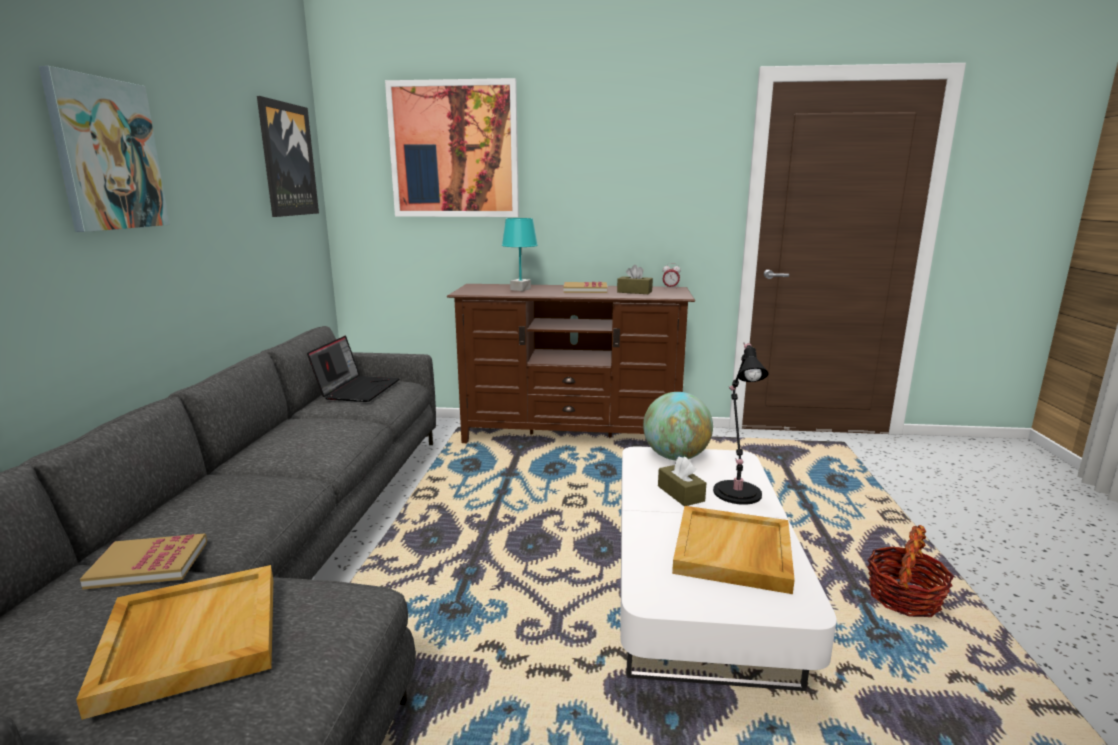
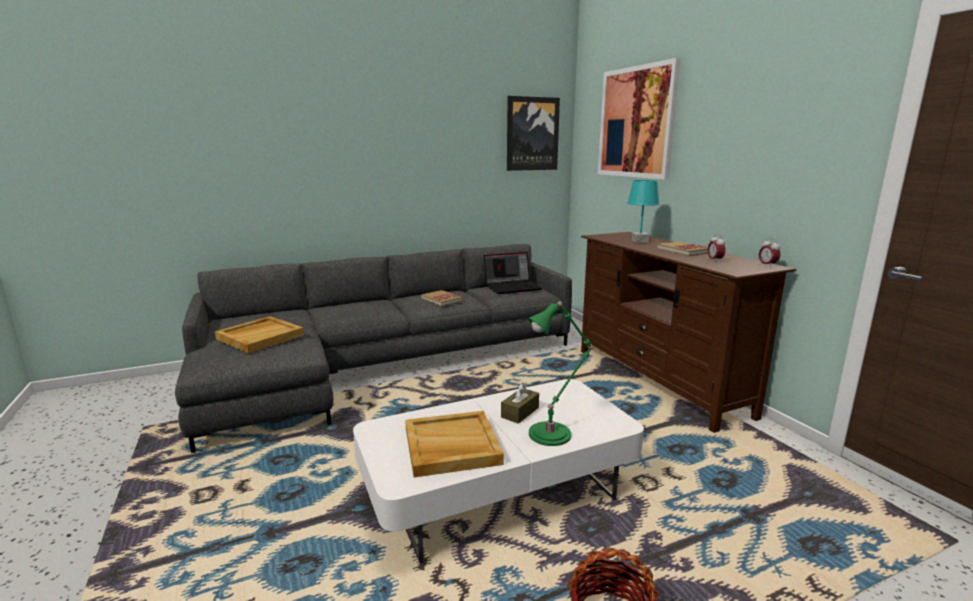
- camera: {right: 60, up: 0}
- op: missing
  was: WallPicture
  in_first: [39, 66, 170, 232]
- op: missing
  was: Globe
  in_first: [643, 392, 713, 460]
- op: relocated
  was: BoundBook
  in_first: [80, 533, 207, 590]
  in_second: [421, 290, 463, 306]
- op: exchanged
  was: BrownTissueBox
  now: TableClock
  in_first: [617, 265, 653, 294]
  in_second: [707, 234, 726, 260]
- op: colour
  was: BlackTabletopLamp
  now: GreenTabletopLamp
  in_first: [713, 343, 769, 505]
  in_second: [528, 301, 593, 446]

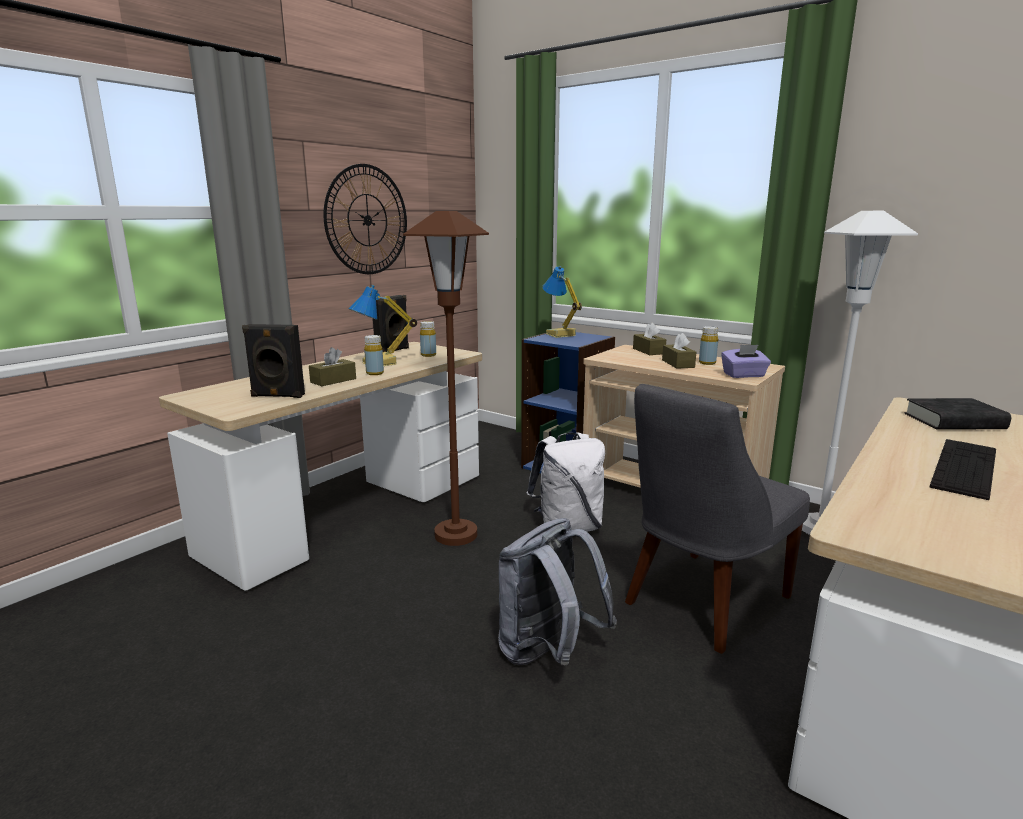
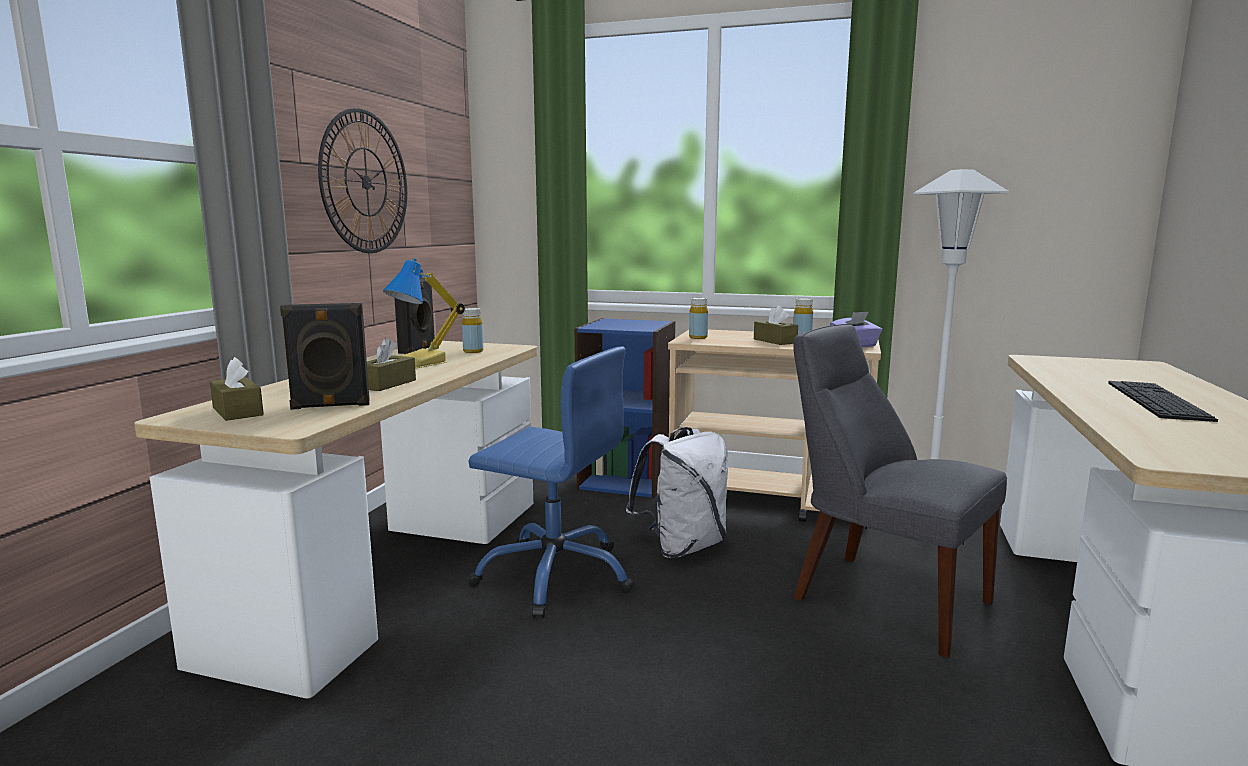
- camera: {right: -20, up: -5}
- op: missing
  was: GreyishRucksack
  in_first: [498, 518, 617, 665]
- op: missing
  was: TabletopLamp
  in_first: [542, 266, 582, 338]
- op: missing
  was: BlackBoundBook
  in_first: [904, 398, 1011, 430]
- op: relocated
  was: YellowColouredDrinkBottle
  in_first: [364, 335, 384, 375]
  in_second: [689, 297, 708, 339]
- op: relocated
  was: BrownTissueBox
  in_first: [633, 323, 666, 355]
  in_second: [210, 357, 264, 421]
- op: exchanged
  was: BrownStandardLamp
  now: BluishDeskChair
  in_first: [403, 211, 489, 546]
  in_second: [468, 346, 634, 618]
- op: spun
  was: GreyishPlainChair
  in_first: [625, 384, 810, 654]
  in_second: [793, 324, 1007, 658]
  clockwise: 105

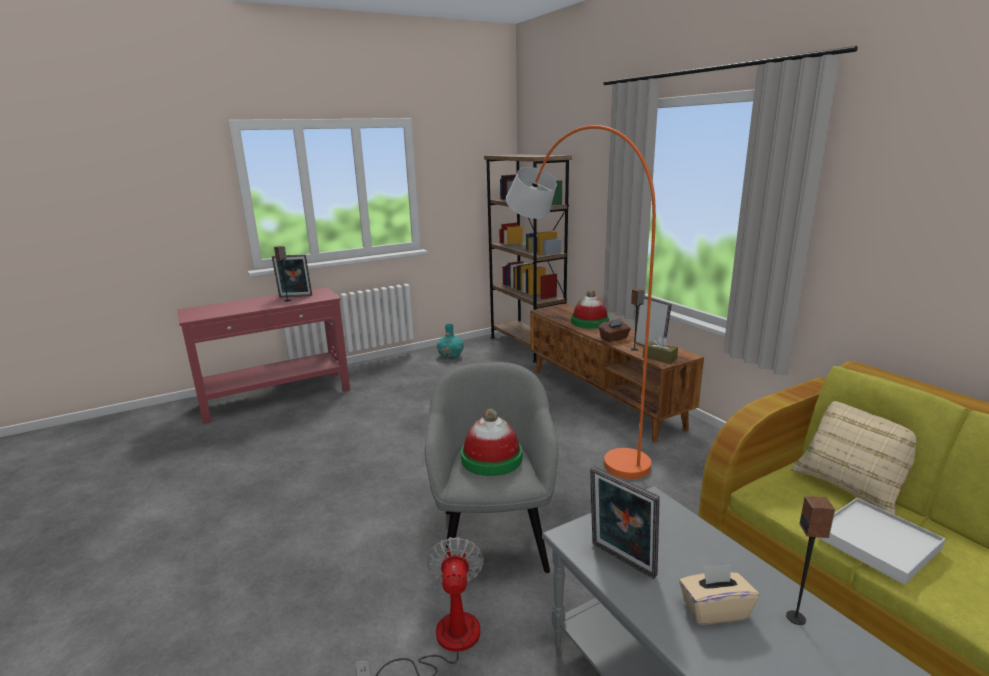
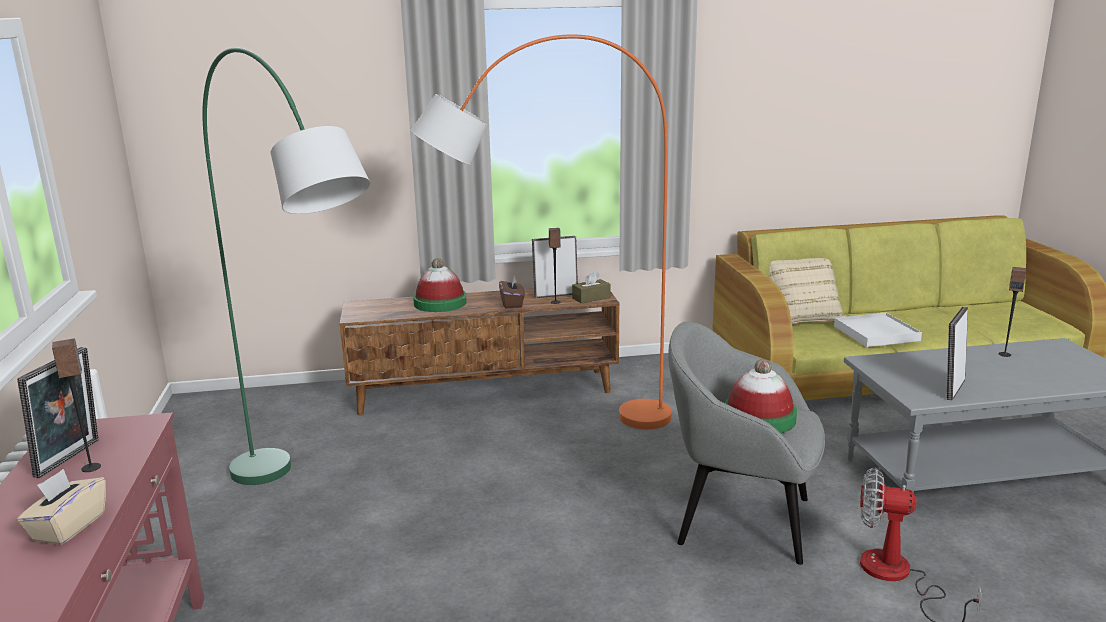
- camera: {right: -70, up: 0}
- op: missing
  was: BlueGreenDecorativeVase
  in_first: [437, 324, 464, 359]
- op: missing
  was: BrownBookcase
  in_first: [484, 154, 572, 363]
- op: appeared
  now: GreenStandardLamp
  in_second: [202, 48, 370, 485]
- op: relocated
  was: SandColouredTissueBox
  in_first: [679, 564, 759, 625]
  in_second: [17, 469, 106, 545]
- op: spun
  was: PhotoFrame
  in_first: [590, 466, 660, 579]
  in_second: [946, 307, 968, 400]
  clockwise: 150

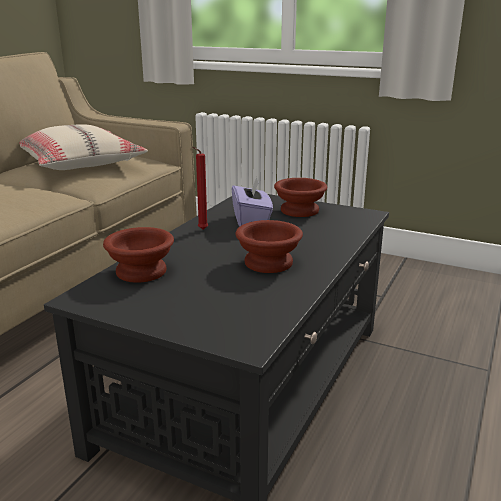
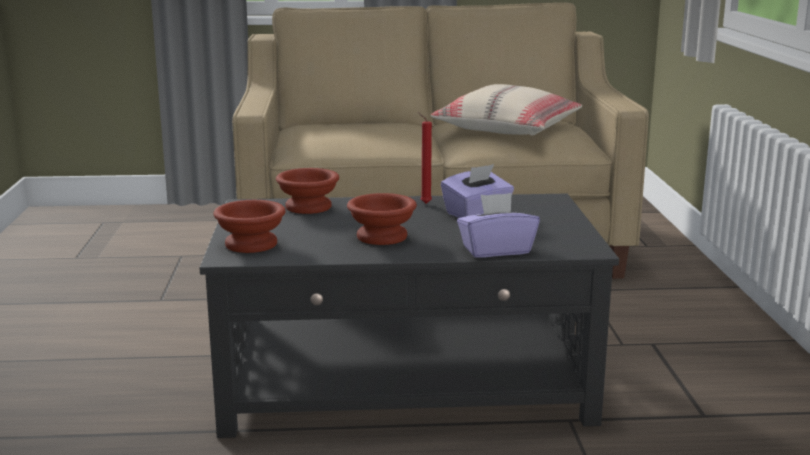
- camera: {right: 60, up: -5}
- op: appeared
  now: PurpleColouredTissueBox
  in_second: [457, 193, 540, 258]
- op: relocated
  was: BrownBowl
  in_first: [274, 178, 327, 217]
  in_second: [213, 200, 286, 253]

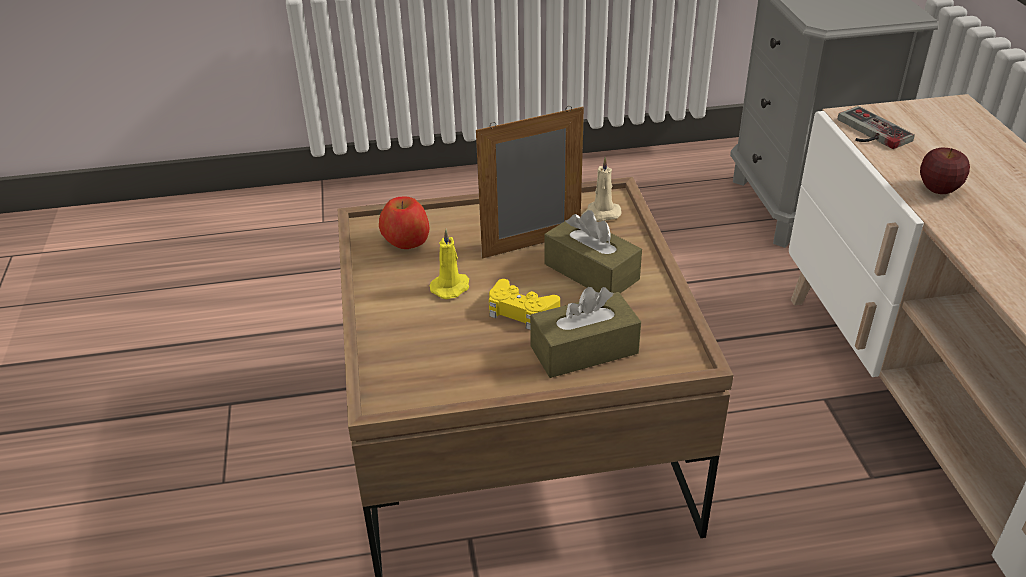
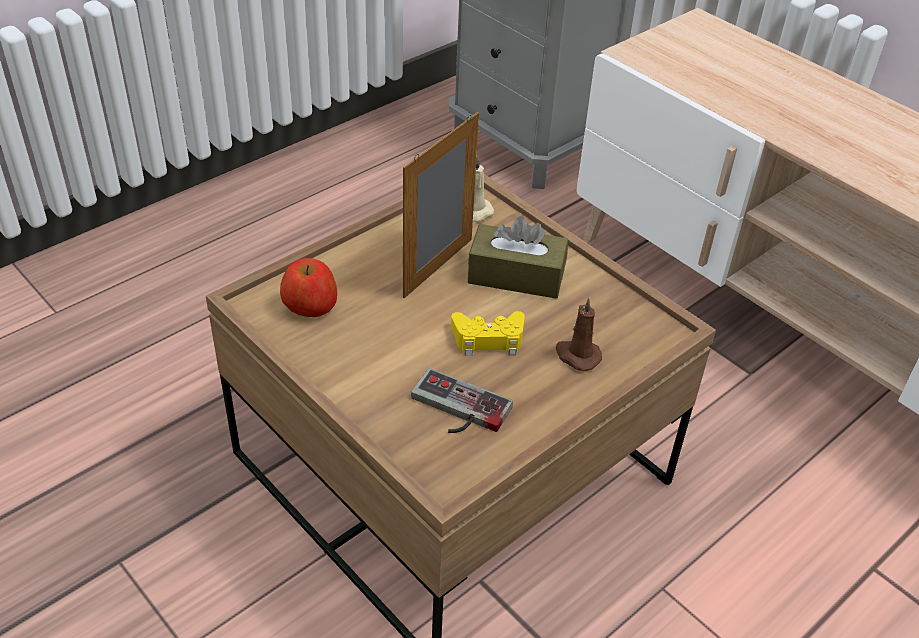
- camera: {right: -35, up: 5}
- op: missing
  was: YellowColouredCandle
  in_first: [429, 229, 470, 299]
- op: missing
  was: AppleFruit
  in_first: [920, 147, 970, 194]
- op: relocated
  was: GameController
  in_first: [838, 106, 915, 149]
  in_second: [411, 368, 513, 433]
- op: exchanged
  was: BrownTissueBox
  now: BrownCandle
  in_first: [530, 287, 641, 378]
  in_second: [556, 297, 602, 371]

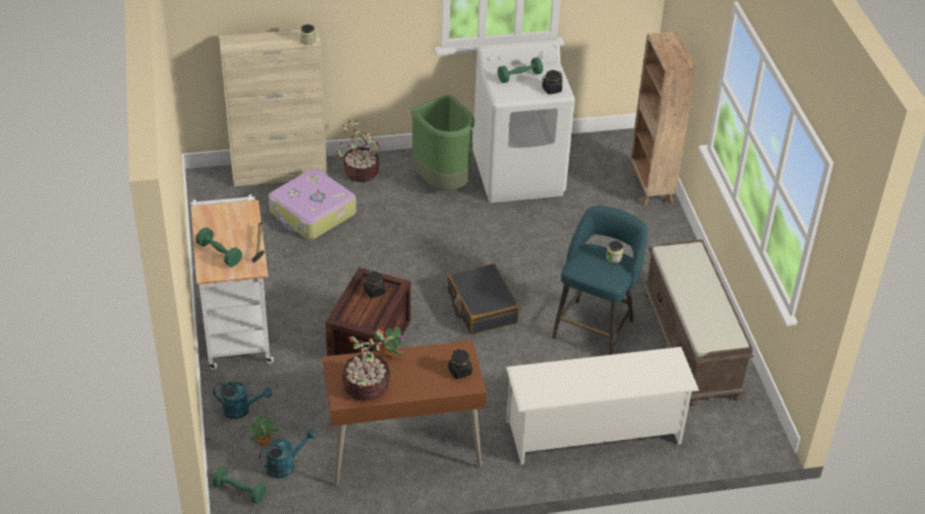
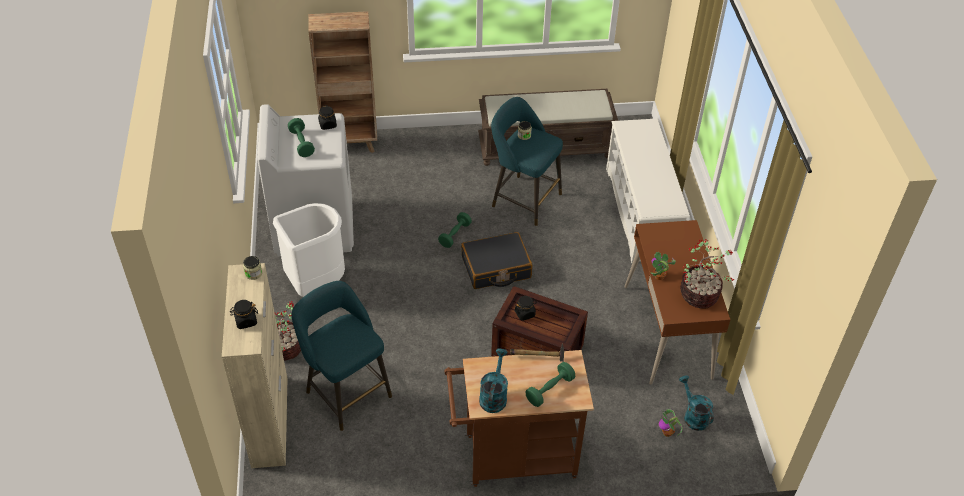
- camera: {right: -85, up: 5}
- op: relocated
  was: GreenDumbbell
  in_first: [212, 467, 266, 504]
  in_second: [438, 212, 472, 248]
- op: relocated
  was: BlueGreenWateringPot
  in_first: [213, 381, 272, 419]
  in_second: [479, 348, 508, 413]
- op: relocated
  was: BlackStorageJar
  in_first: [448, 350, 472, 379]
  in_second: [230, 300, 258, 329]
- op: exchanged
  was: Suitcase
  now: BlueGreenStoolSeat
  in_first: [269, 169, 356, 240]
  in_second: [292, 281, 392, 431]
- op: colour
  was: WhitishCart
  now: BrownCart
  in_first: [190, 194, 274, 370]
  in_second: [445, 350, 594, 487]
- op: colour
  was: GreenRubbishBin
  now: WhitishRubbishBin
  in_first: [411, 95, 475, 191]
  in_second: [273, 203, 345, 297]

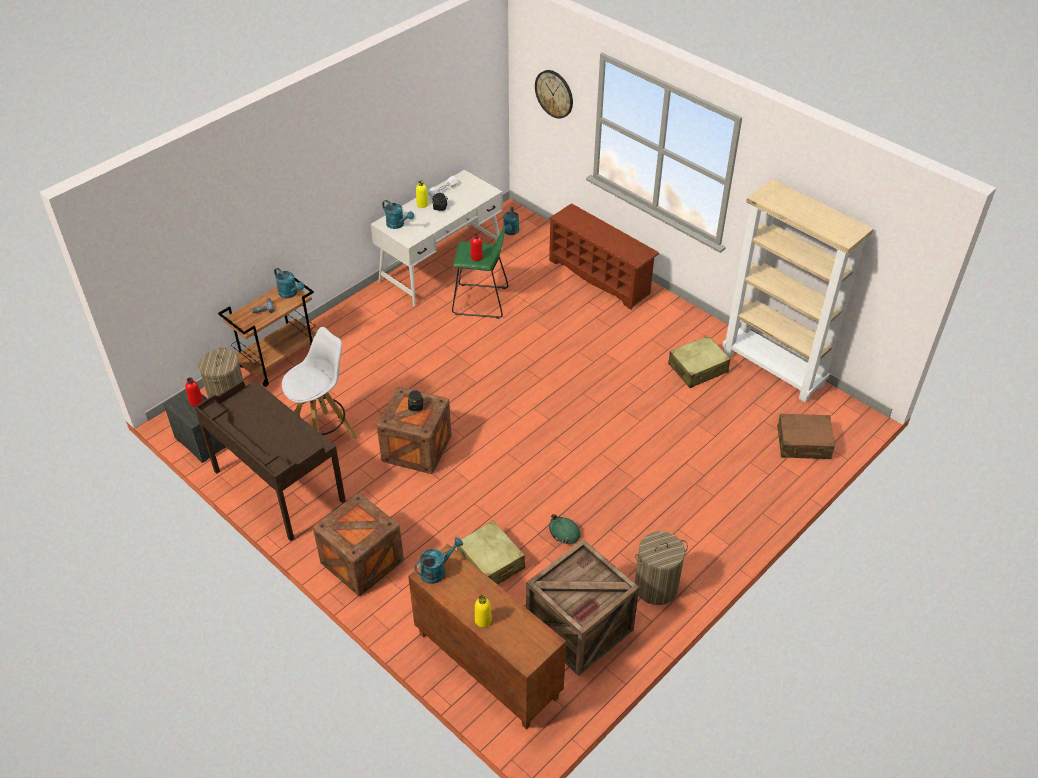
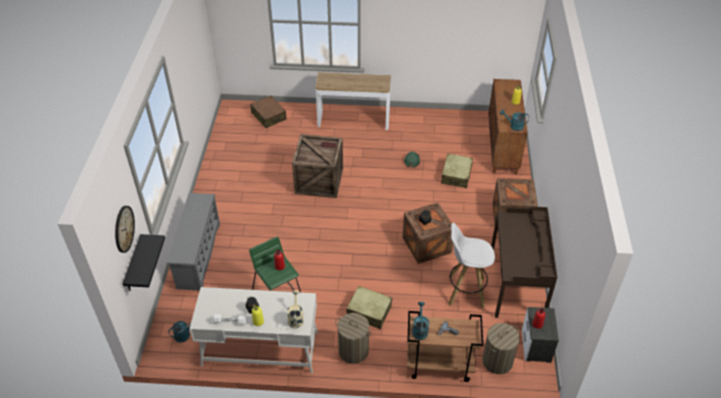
- camera: {right: -130, up: 0}
- op: missing
  was: SandColouredBookcase
  in_first: [722, 179, 873, 403]
- op: appeared
  now: BlackWallShelf
  in_second: [122, 234, 165, 291]
- op: appeared
  now: ConsoleTable
  in_second: [315, 72, 391, 130]
- op: relocated
  was: PackingCrate
  in_first: [526, 539, 639, 676]
  in_second: [292, 134, 343, 198]
- op: relocated
  was: WashingBasket
  in_first: [635, 531, 688, 605]
  in_second: [335, 313, 371, 364]
- op: relocated
  was: SandColouredSuitcase
  in_first: [668, 335, 730, 388]
  in_second: [346, 286, 392, 329]
- op: colour
  was: BlueGreenWateringPot
  now: SandColouredWateringPot
  in_first: [382, 200, 414, 229]
  in_second: [287, 290, 304, 328]
- op: colour
  was: BrownShoeStand
  now: GreyishShoeStand
  in_first: [548, 203, 659, 310]
  in_second: [167, 193, 220, 291]

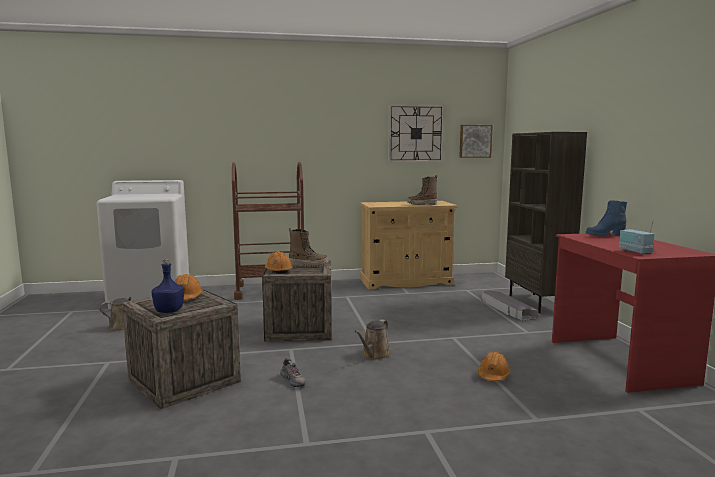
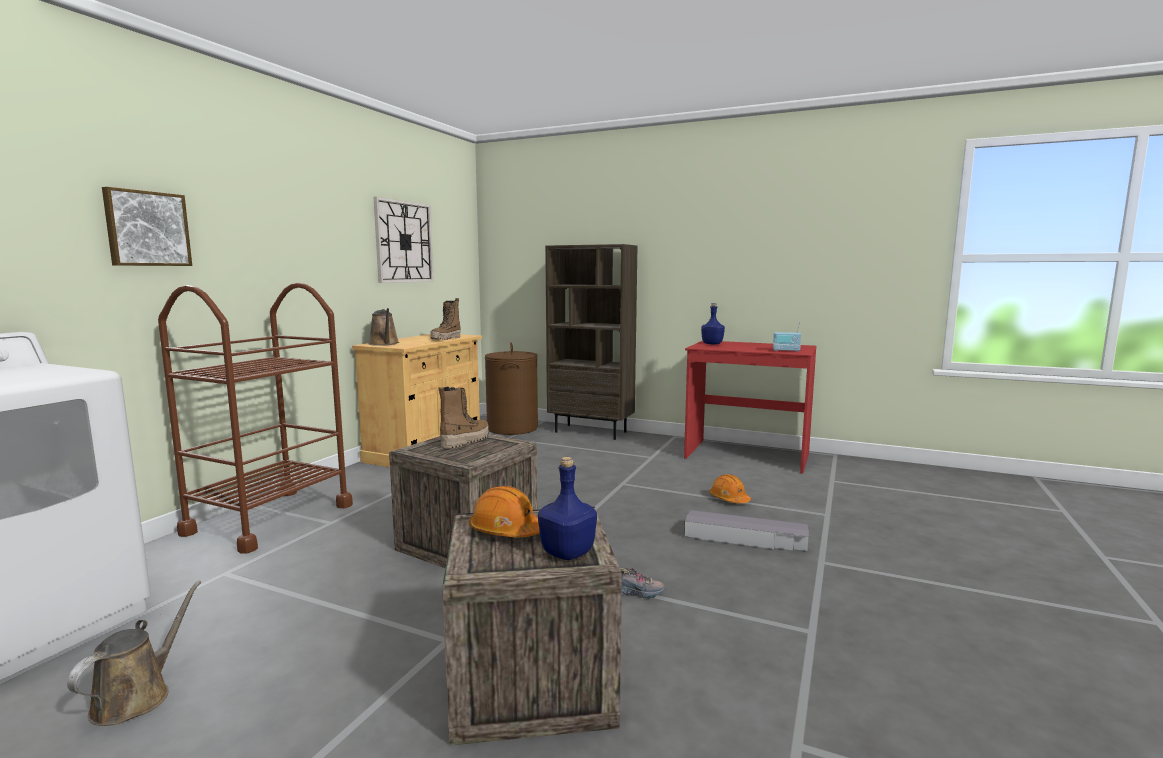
- camera: {right: -55, up: 0}
- op: missing
  was: OrangeSafetyHelmet
  in_first: [265, 251, 293, 274]
- op: appeared
  now: BrownWashingBasket
  in_second: [485, 343, 538, 435]
- op: relocated
  was: BrownWateringPot
  in_first: [355, 319, 391, 360]
  in_second: [369, 308, 399, 346]
- op: relocated
  was: WallPicture
  in_first: [459, 125, 493, 158]
  in_second: [102, 187, 192, 266]
- op: relocated
  was: GreyishStorageBin
  in_first: [482, 290, 539, 320]
  in_second: [684, 510, 809, 551]
- op: exchanged
  was: BluishHighTopBoot
  now: BluishDrinkBottle
  in_first: [586, 200, 627, 237]
  in_second: [701, 303, 725, 344]

